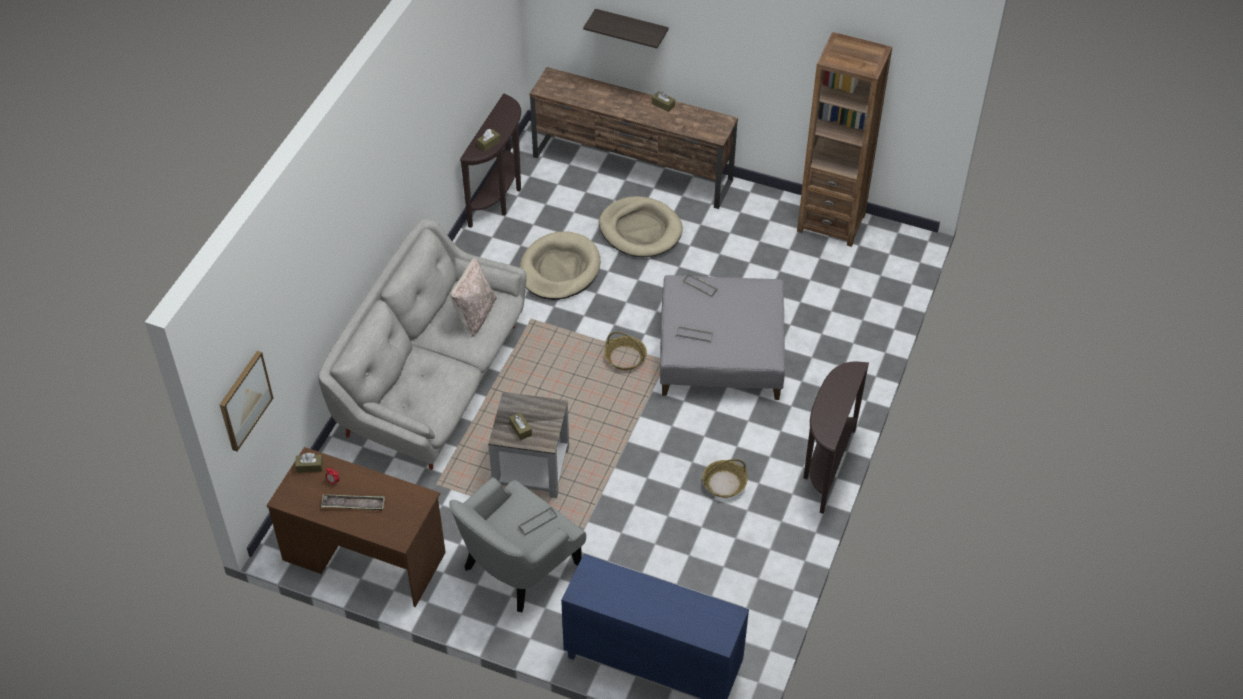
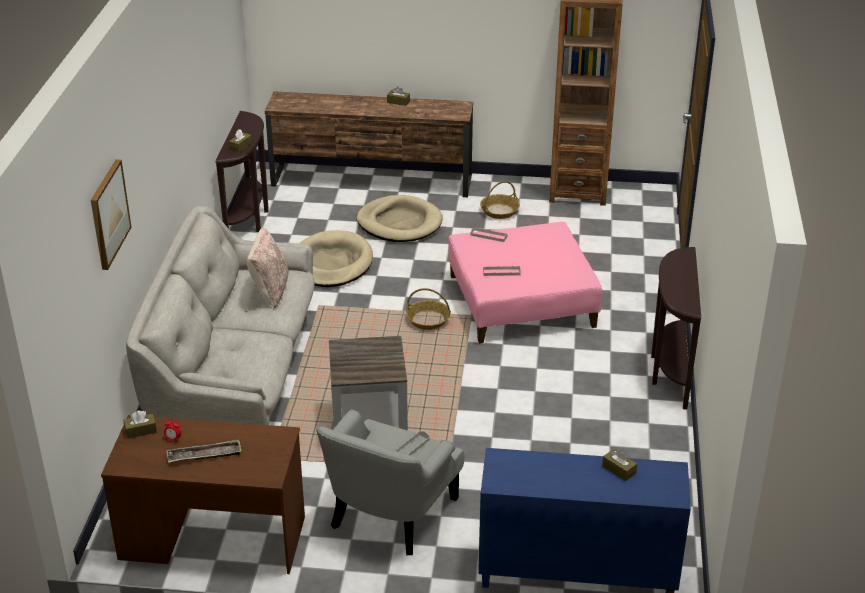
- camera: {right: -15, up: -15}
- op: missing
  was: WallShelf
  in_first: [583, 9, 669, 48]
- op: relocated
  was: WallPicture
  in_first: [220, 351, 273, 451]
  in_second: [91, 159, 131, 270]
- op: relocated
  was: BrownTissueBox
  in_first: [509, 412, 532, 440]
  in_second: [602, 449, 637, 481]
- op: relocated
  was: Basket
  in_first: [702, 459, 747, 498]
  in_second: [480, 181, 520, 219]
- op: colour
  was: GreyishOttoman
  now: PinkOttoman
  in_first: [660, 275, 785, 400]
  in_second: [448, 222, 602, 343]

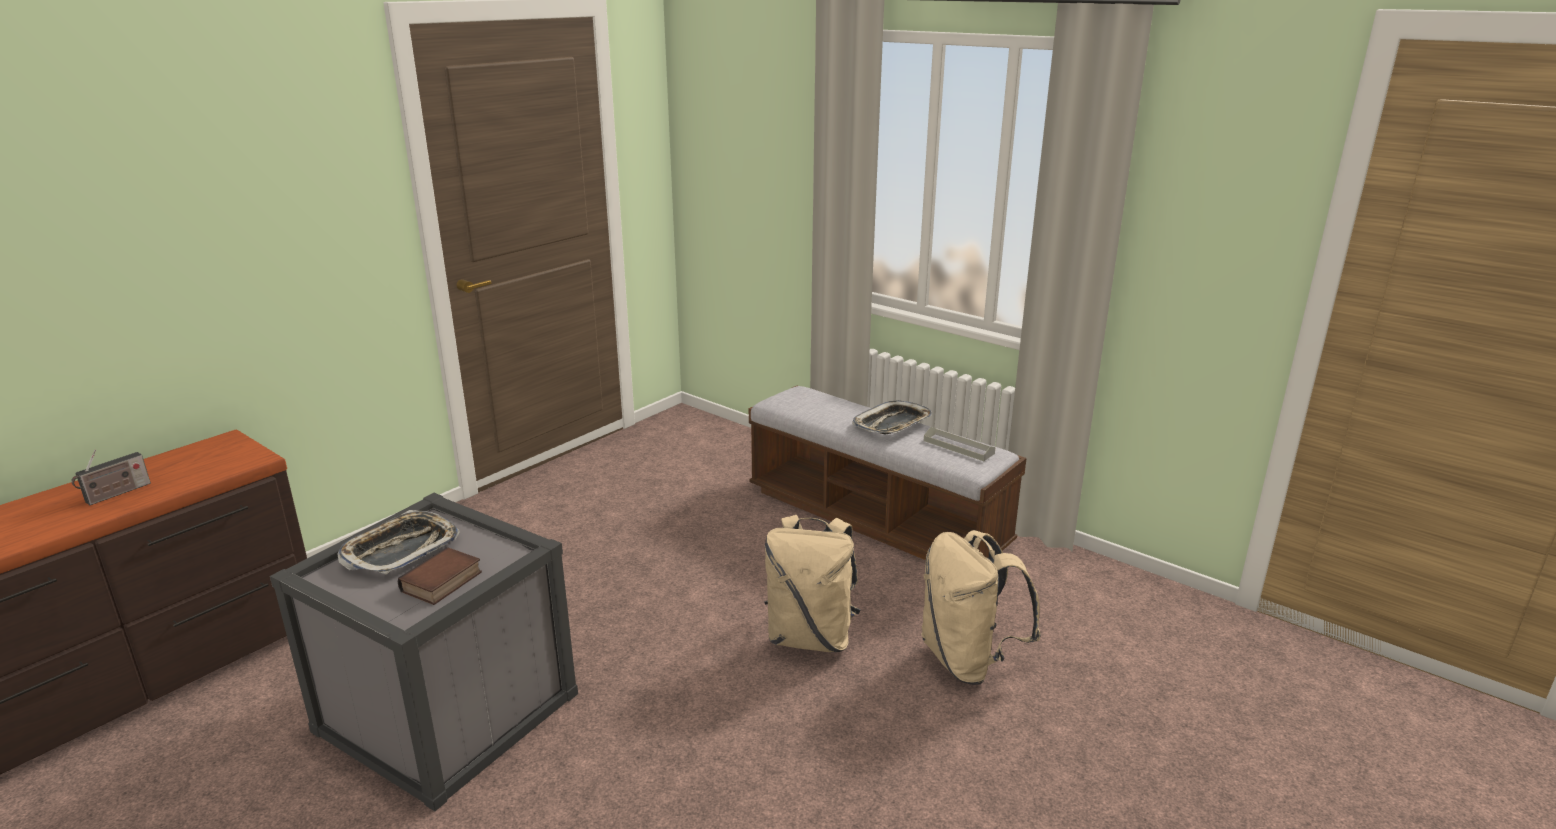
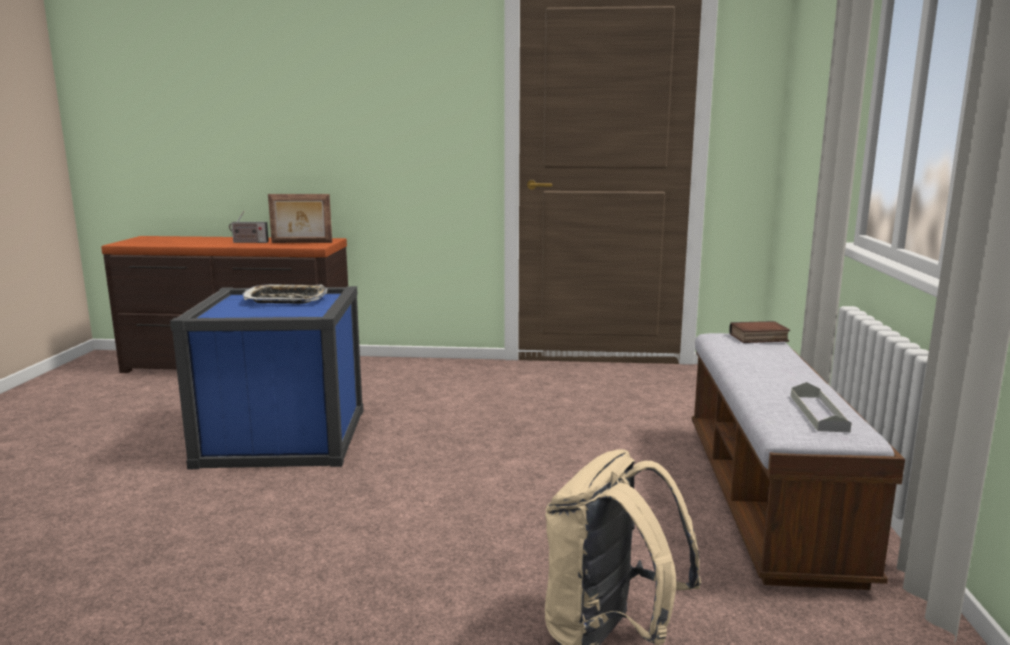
- camera: {right: 55, up: -10}
- op: missing
  was: SandColouredRucksack
  in_first: [764, 515, 860, 652]
- op: missing
  was: CarryingTray
  in_first: [852, 400, 932, 434]
- op: appeared
  now: PhotoFrame
  in_second: [268, 194, 332, 243]
- op: relocated
  was: BoundBook
  in_first: [398, 547, 482, 605]
  in_second: [729, 321, 790, 343]
- op: colour
  was: GreyishStorageBin
  now: BluishStorageBin
  in_first: [270, 493, 578, 811]
  in_second: [170, 286, 363, 469]

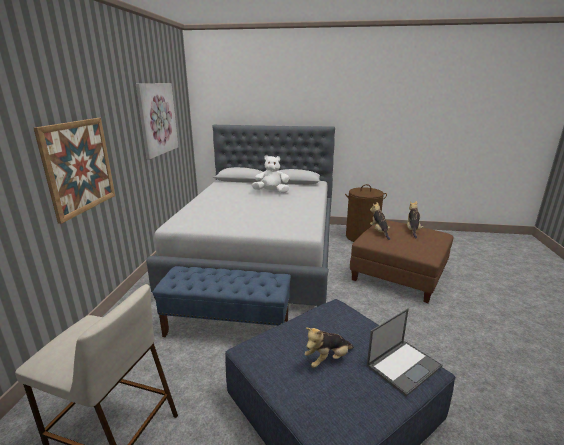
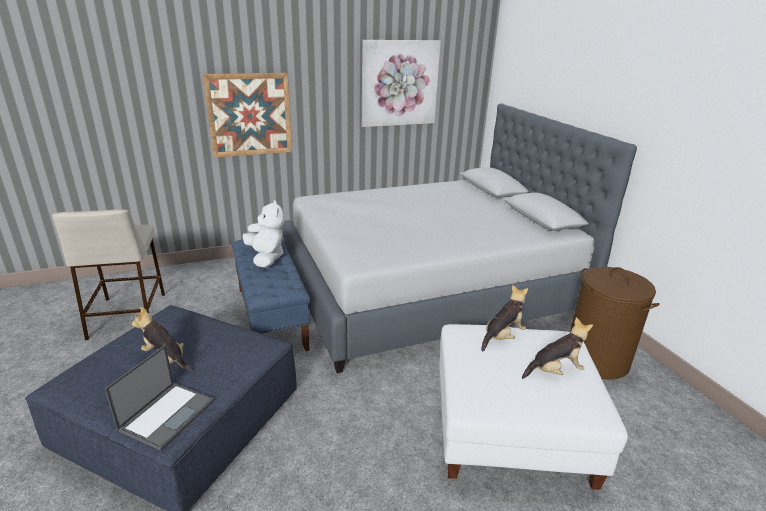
- camera: {right: 60, up: 5}
- op: relocated
  was: WhitishSoftToy
  in_first: [252, 155, 289, 193]
  in_second: [243, 200, 284, 268]
- op: colour
  was: BrownOttoman
  now: WhitishOttoman
  in_first: [350, 220, 454, 303]
  in_second: [439, 324, 628, 490]
- op: spun
  was: Laptop
  in_first: [367, 308, 443, 397]
  in_second: [105, 345, 214, 451]
  clockwise: -90

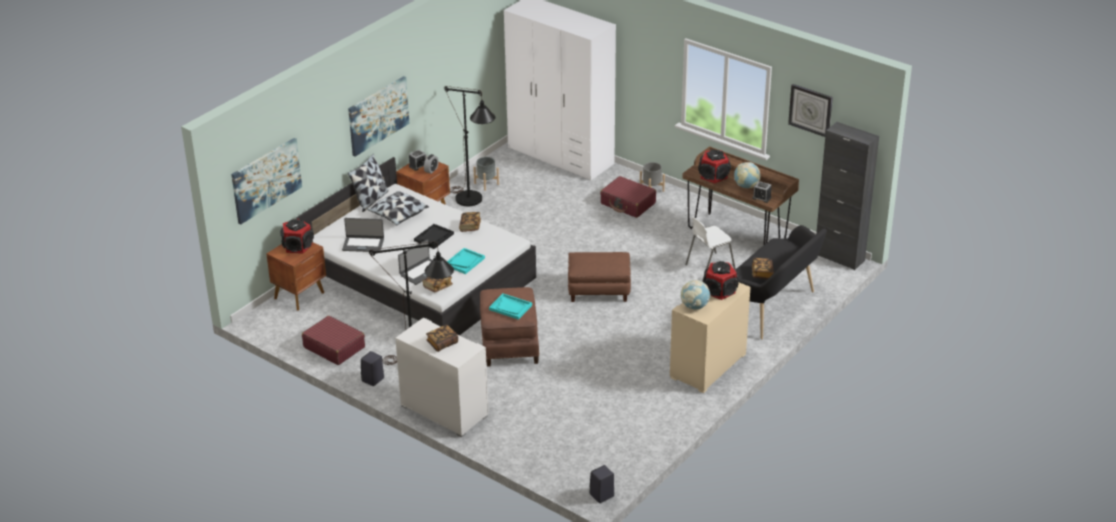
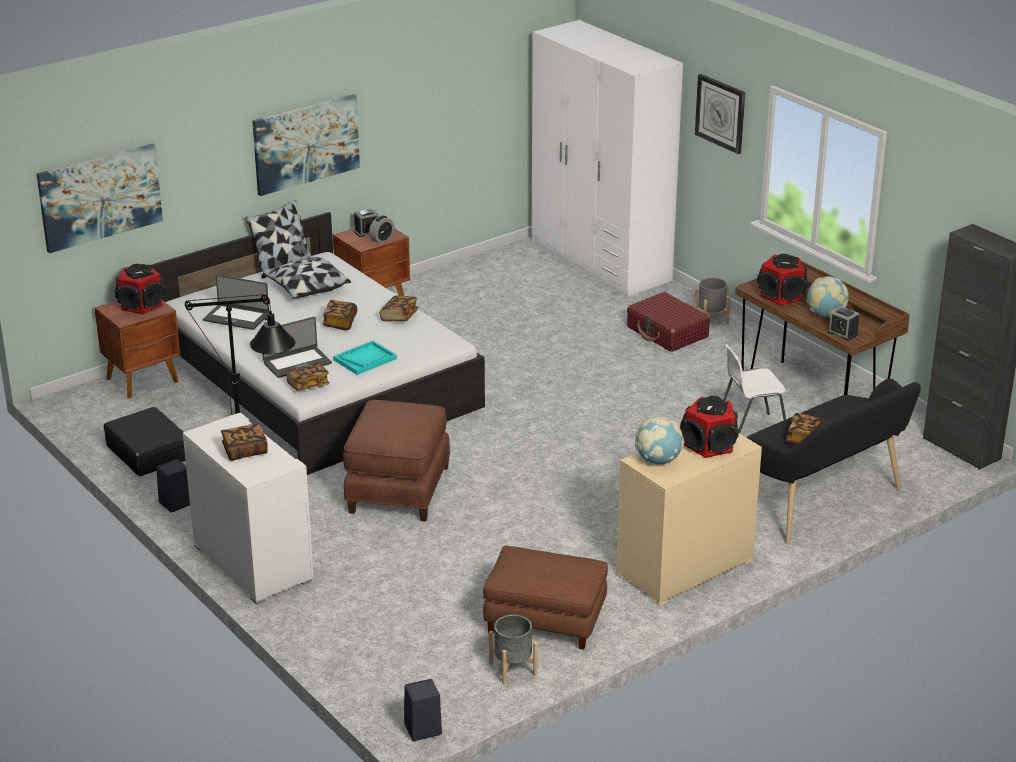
- camera: {right: 15, up: -5}
- op: missing
  was: BlackStandardLamp
  in_first: [445, 86, 495, 206]
- op: missing
  was: BlueGreenCarryingTray
  in_first: [489, 293, 532, 320]
- op: relocated
  was: GreyishFlowerPot
  in_first: [473, 157, 499, 191]
  in_second: [489, 615, 538, 685]
- op: relocated
  was: BrownOttoman
  in_first: [568, 252, 631, 302]
  in_second: [483, 545, 608, 650]
- op: relocated
  was: ClockOnTheWall
  in_first: [788, 84, 833, 137]
  in_second: [695, 74, 745, 154]
- op: exchanged
  was: BlackCarryingTray
  now: BoundBook
  in_first: [414, 224, 454, 249]
  in_second: [323, 300, 357, 330]
- op: colour
  was: ReddishSuitcase
  now: BlackSuitcase
  in_first: [302, 316, 365, 365]
  in_second: [104, 407, 185, 476]

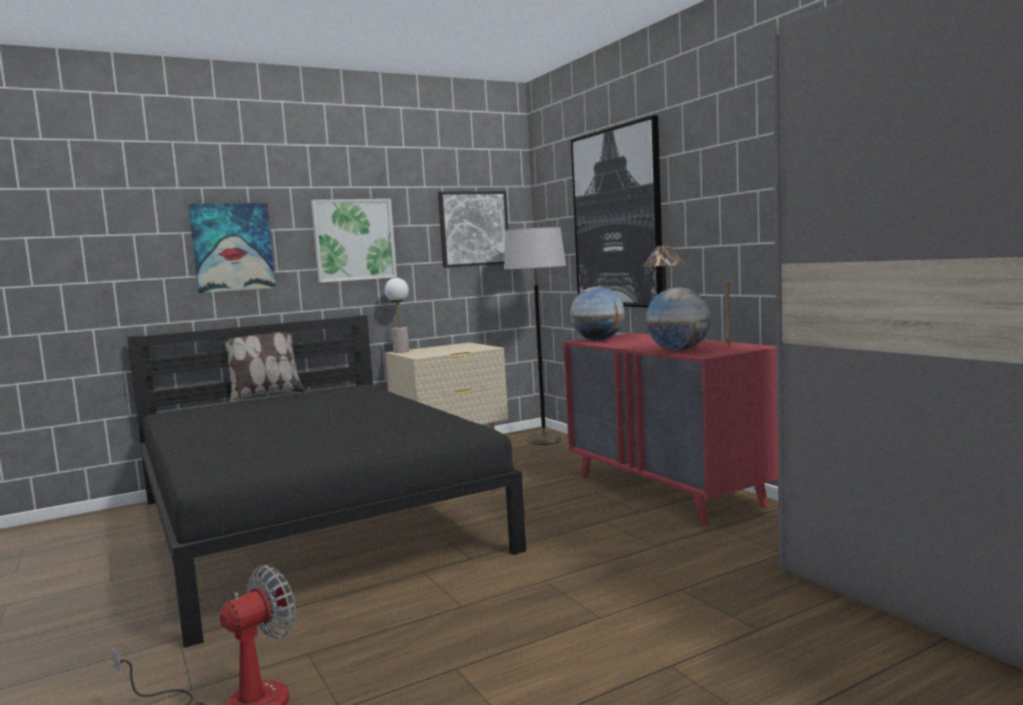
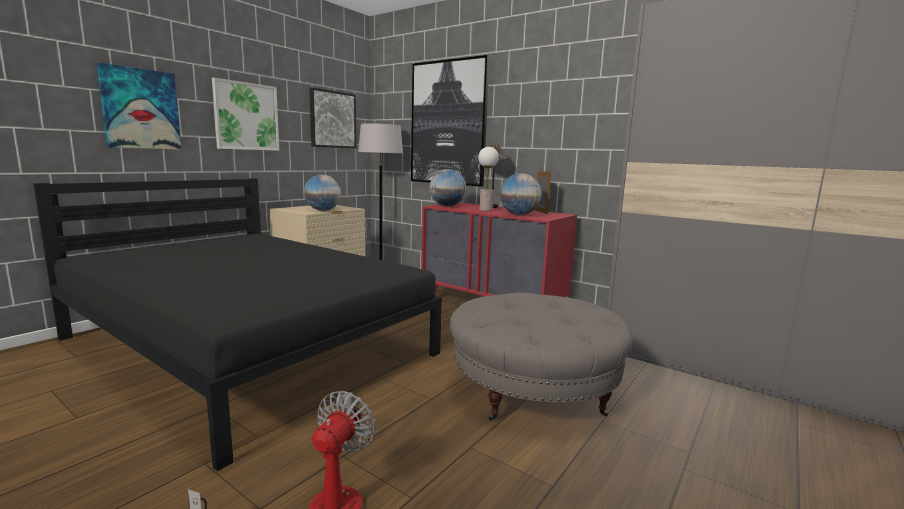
- camera: {right: -25, up: 5}
- op: missing
  was: ThrowPillow
  in_first: [218, 328, 305, 402]
- op: appeared
  now: Globe
  in_second: [304, 174, 341, 211]
- op: appeared
  now: GreyishOttoman
  in_second: [450, 293, 633, 421]
- op: relocated
  was: TabletopLamp
  in_first: [385, 278, 409, 353]
  in_second: [478, 147, 499, 211]

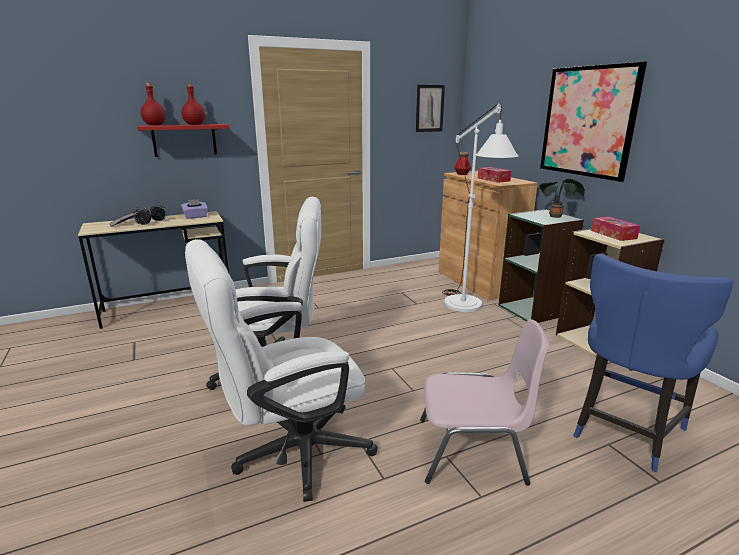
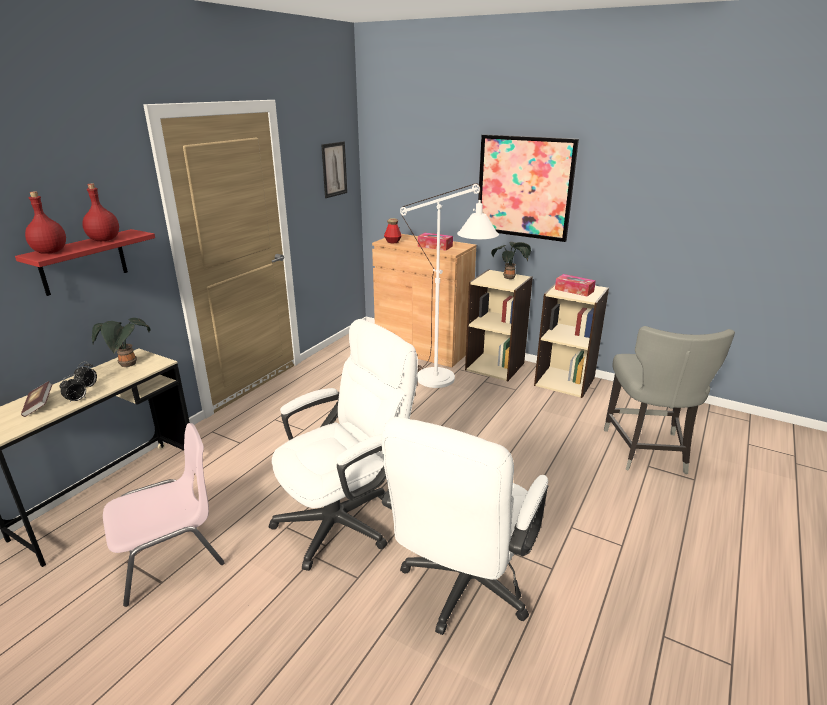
- camera: {right: -35, up: 5}
- op: relocated
  was: PinkPlainChair
  in_first: [420, 319, 549, 486]
  in_second: [103, 423, 225, 607]
- op: exchanged
  was: PurpleColouredTissueBox
  now: PottedPlant
  in_first: [181, 199, 208, 219]
  in_second: [92, 318, 151, 367]
- op: colour
  was: GreenBookcase
  now: SandColouredBookcase
  in_first: [498, 209, 584, 323]
  in_second: [465, 269, 533, 381]
- op: colour
  was: BluishPlainChair
  now: GreyishPlainChair
  in_first: [573, 254, 733, 472]
  in_second: [604, 326, 735, 474]

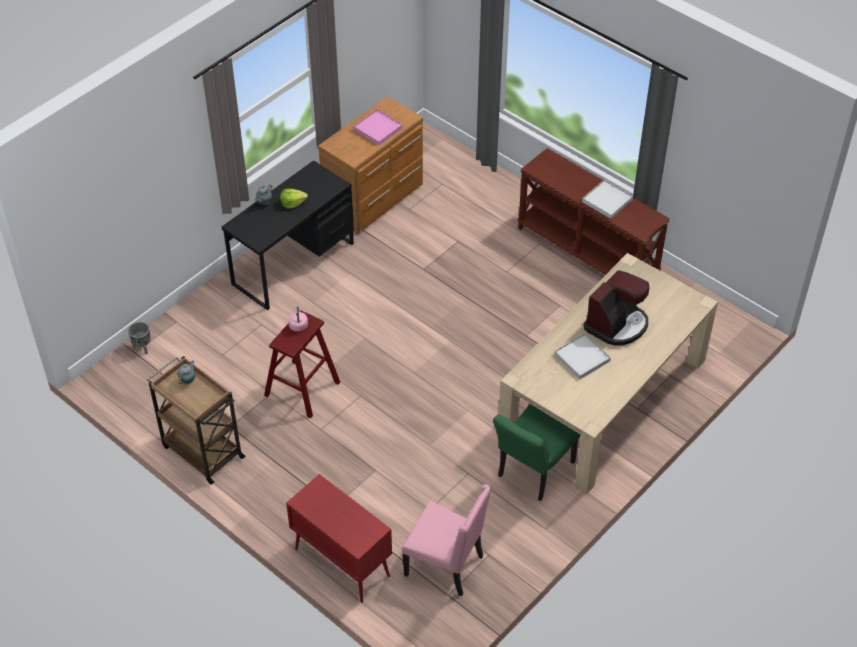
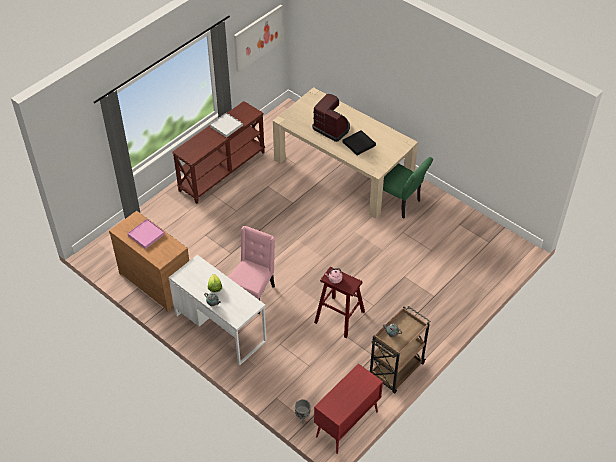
- camera: {right: -90, up: 0}
- op: appeared
  now: WallPicture
  in_second: [234, 5, 283, 72]
- op: relocated
  was: ReddishStorageCabinet
  in_first: [286, 474, 392, 603]
  in_second: [314, 363, 383, 454]
- op: relocated
  was: PinkPlainChair
  in_first: [402, 484, 491, 597]
  in_second: [228, 226, 275, 314]
- op: colour
  was: BlackDeskUnit
  now: WhitishDeskUnit
  in_first: [222, 160, 354, 310]
  in_second: [169, 255, 267, 366]
- op: colour
  was: WhitishCarryingTray
  now: BlackCarryingTray
  in_first: [554, 333, 611, 379]
  in_second: [343, 130, 376, 155]

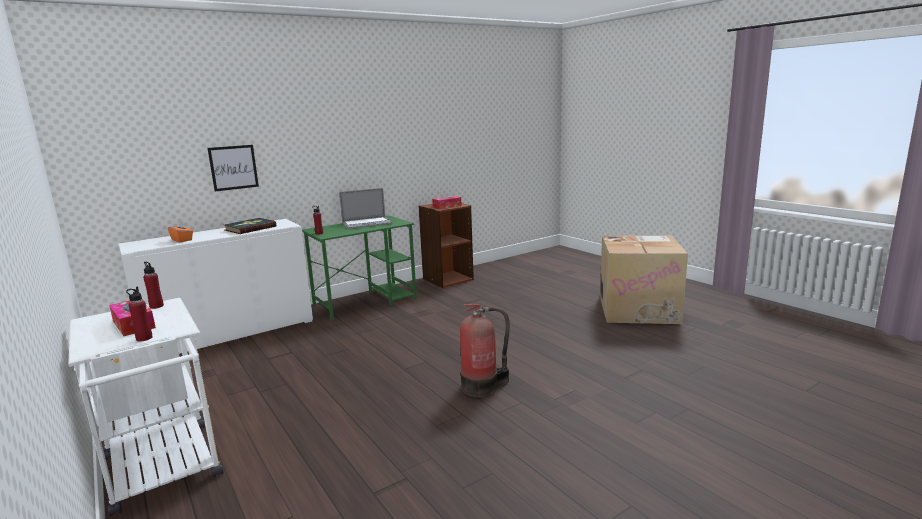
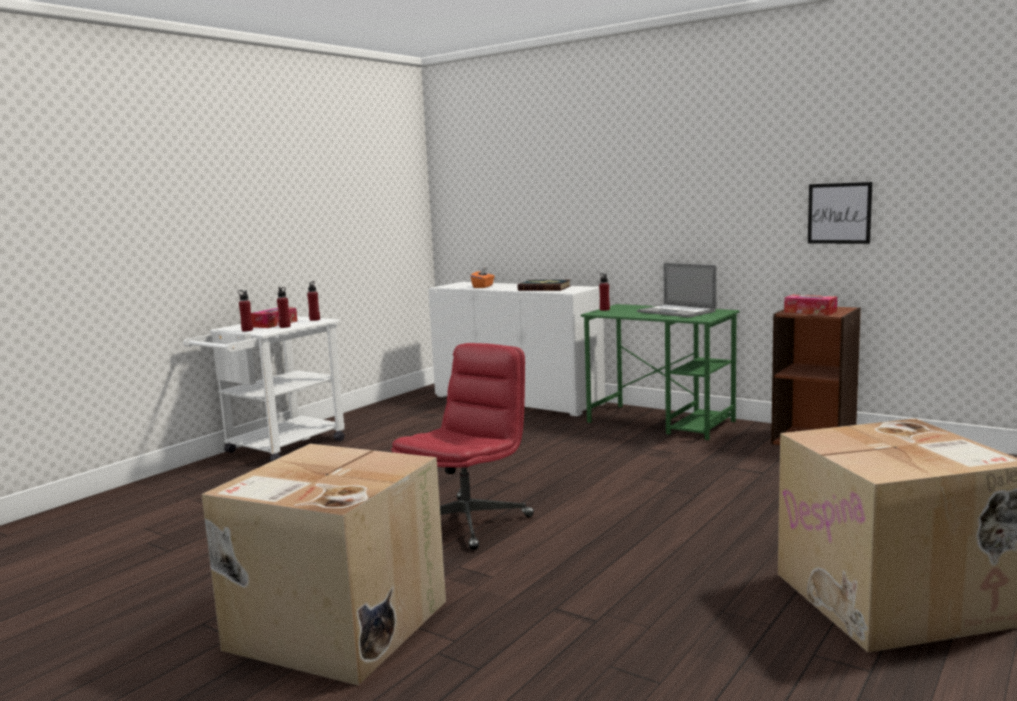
- camera: {right: 70, up: -5}
- op: appeared
  now: PackingBox
  in_second: [201, 444, 446, 686]
- op: appeared
  now: ReddishDrinkBottle
  in_second: [277, 287, 291, 328]
- op: relocated
  was: WallPicture
  in_first: [208, 145, 259, 191]
  in_second: [808, 182, 872, 244]
- op: exchanged
  was: FireExtinguisher
  now: ReddishDeskChair
  in_first: [460, 304, 510, 397]
  in_second: [391, 343, 534, 550]

